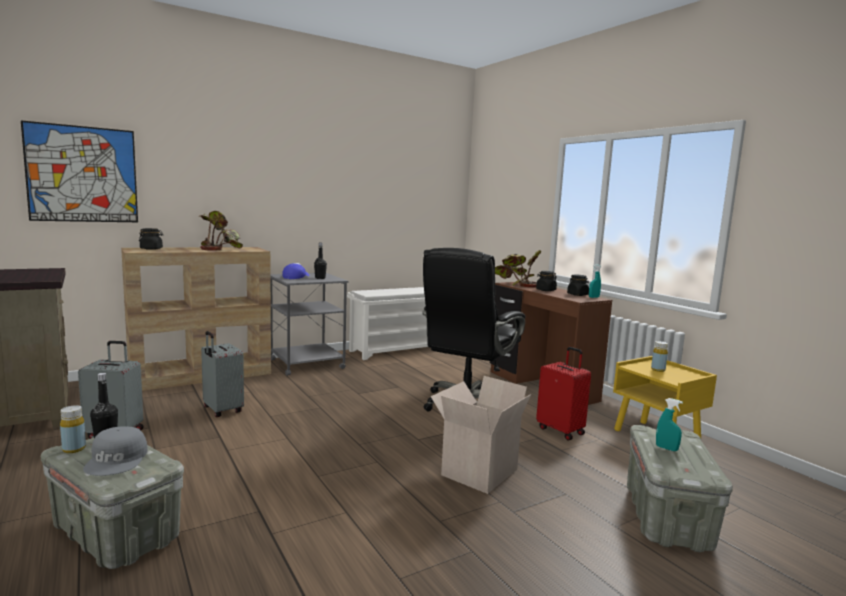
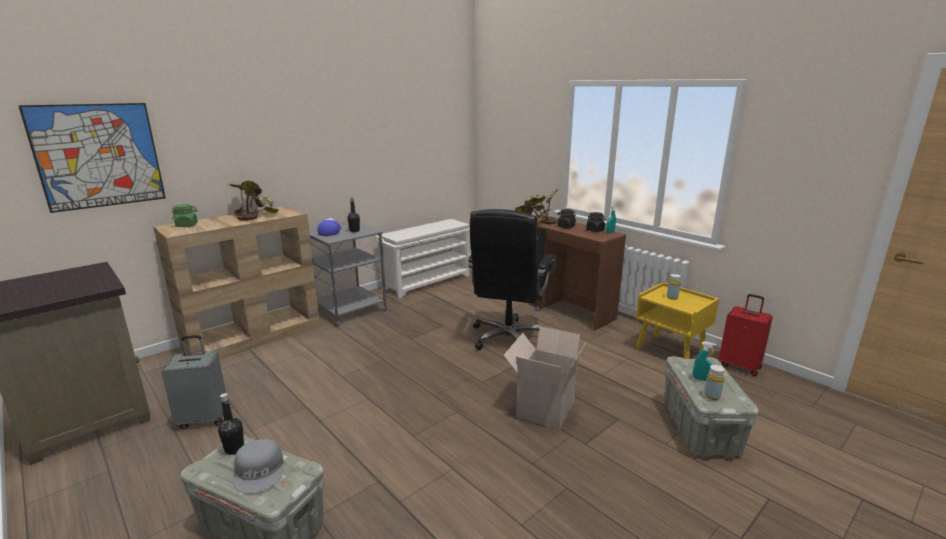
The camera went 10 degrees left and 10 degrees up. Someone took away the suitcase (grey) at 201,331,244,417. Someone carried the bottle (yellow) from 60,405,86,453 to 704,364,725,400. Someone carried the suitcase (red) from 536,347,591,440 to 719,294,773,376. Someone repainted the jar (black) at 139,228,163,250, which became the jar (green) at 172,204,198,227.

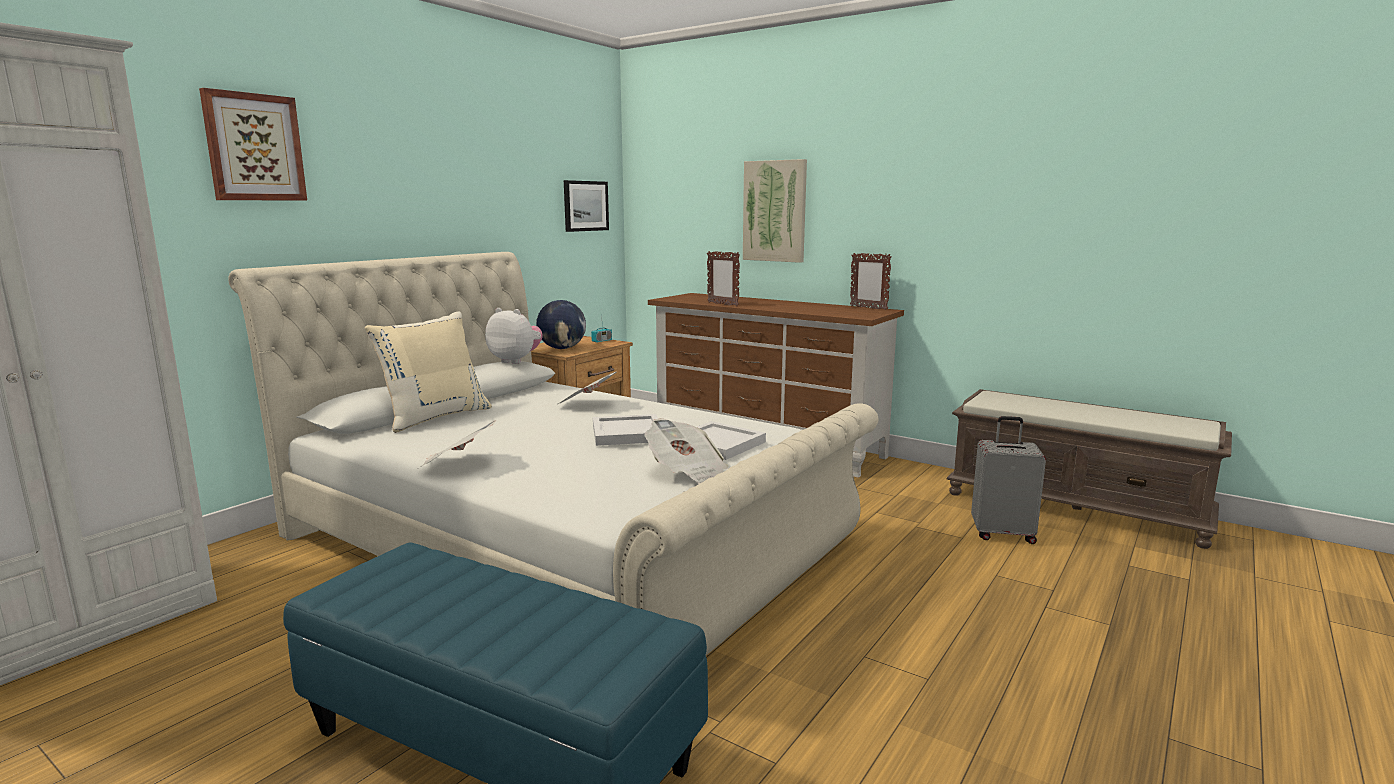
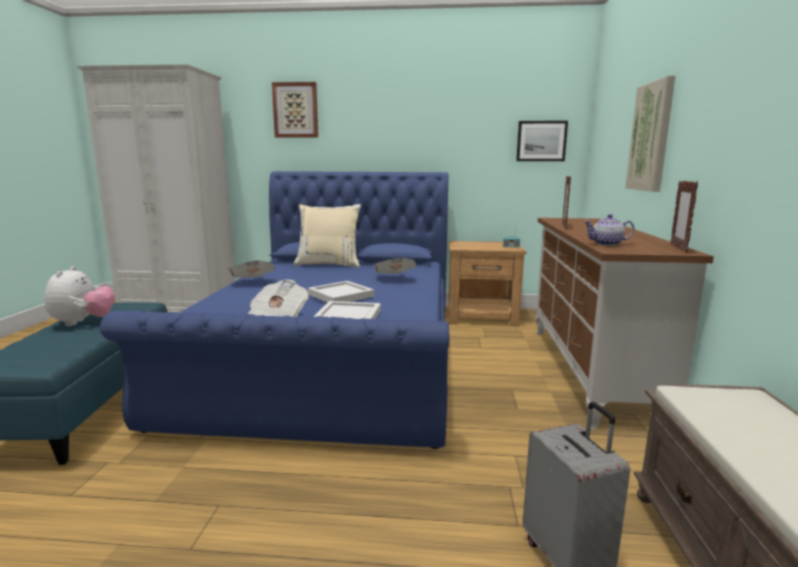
The camera went 60 degrees right and 0 degrees up. Someone took away the globe at 536,300,586,349. Someone put down the teapot at 584,214,635,246. Someone carried the plush toy from 485,308,543,364 to 44,266,115,326. Someone repainted the bed (beige) at 228,252,879,656, which became the bed (blue) at 100,171,449,449.

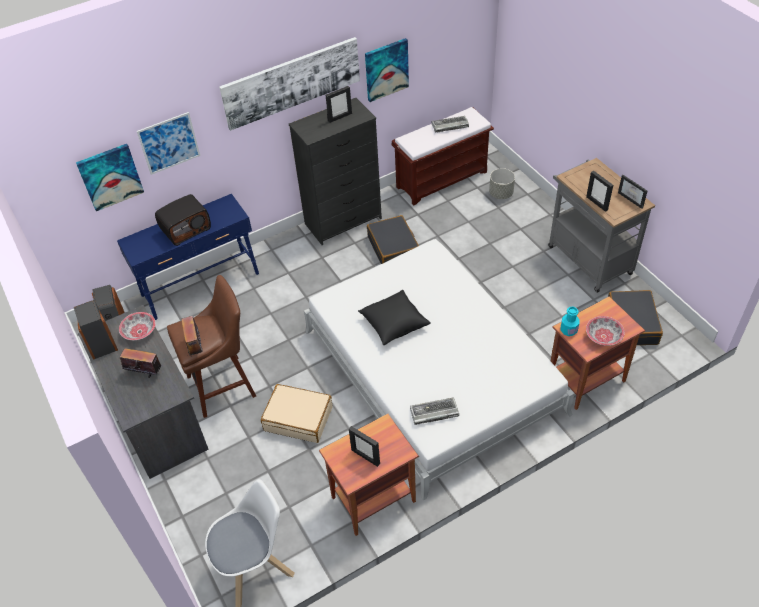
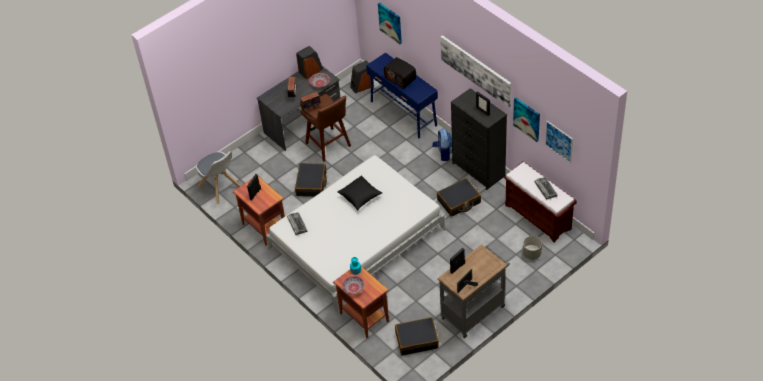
The camera went 80 degrees right and 0 degrees up. Someone put down the backpack at 432,128,452,161. Someone carried the picture from 137,112,200,175 to 545,121,573,163. Someone repainted the suitcase (beige) at 261,384,332,443, which became the suitcase (black) at 295,163,327,197.

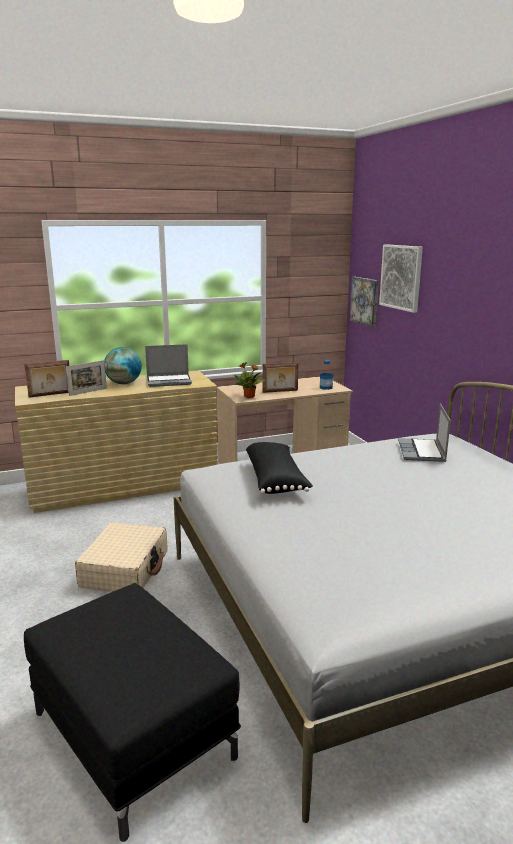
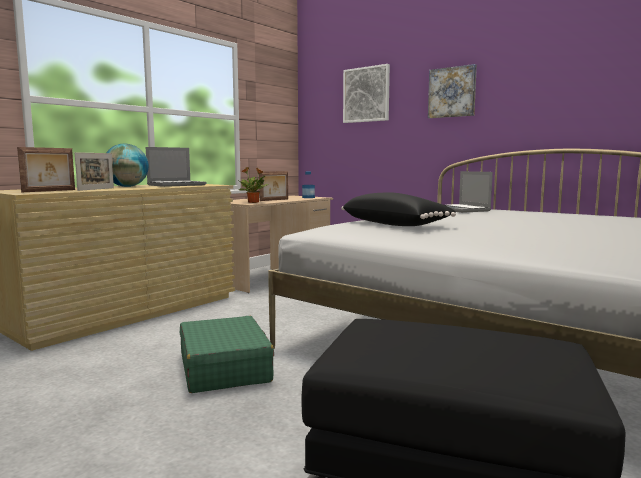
The camera went 30 degrees left and 10 degrees down. Someone carried the picture from 350,277,379,327 to 428,64,477,118. Someone repainted the suitcase (beige) at 75,522,167,592, which became the suitcase (green) at 180,316,274,393.

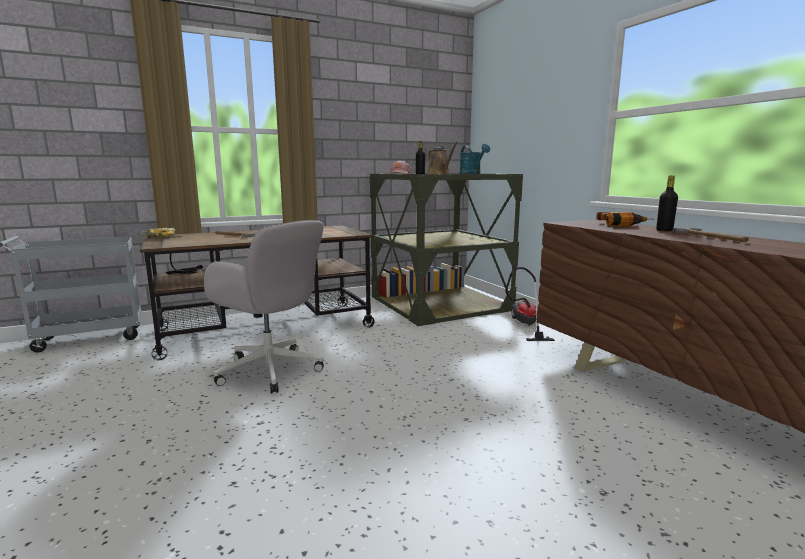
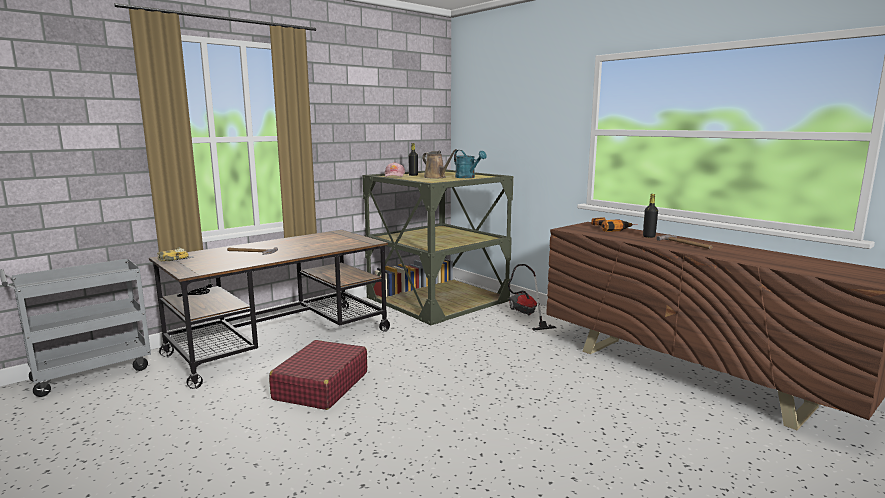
The camera went 15 degrees left and 0 degrees up. Someone swapped the office chair (grey) at 204,220,324,394 for the suitcase (red) at 269,340,367,410.

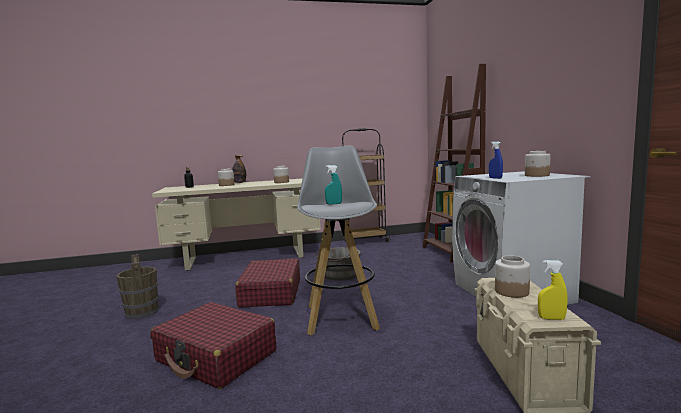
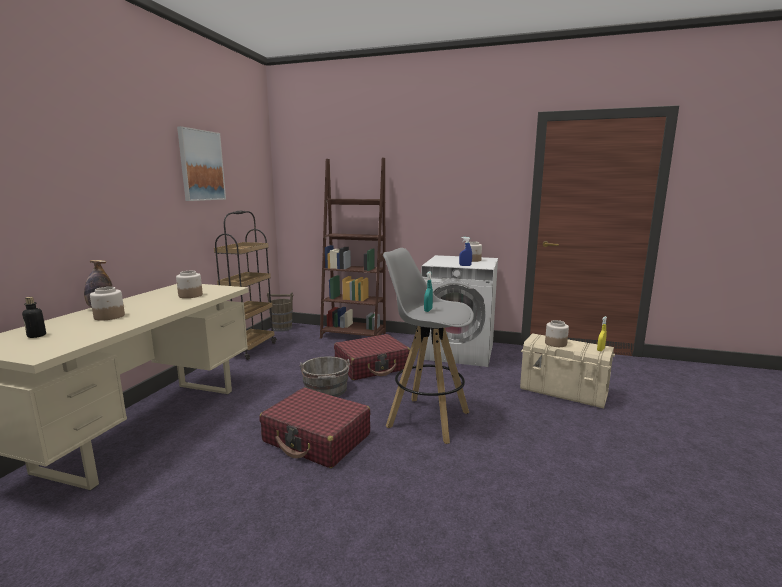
The camera went 60 degrees left and 5 degrees up. Someone put up the picture at 177,126,226,201. Someone carried the bucket (brown) from 116,254,159,319 to 267,292,293,332. Someone carried the suitcase (red) from 150,302,276,389 to 334,334,410,380.

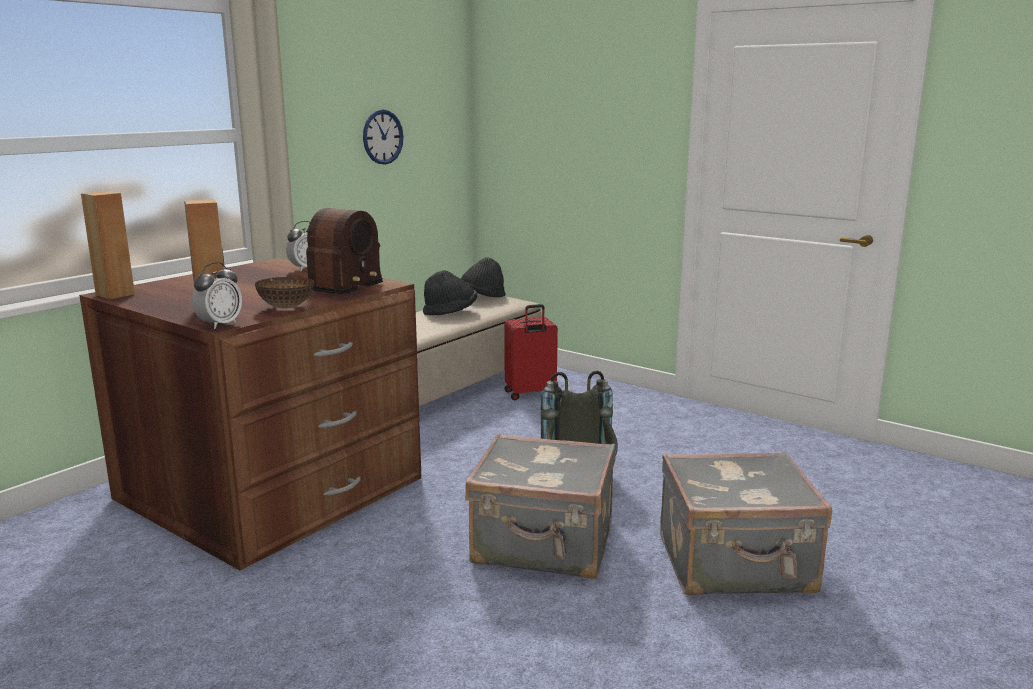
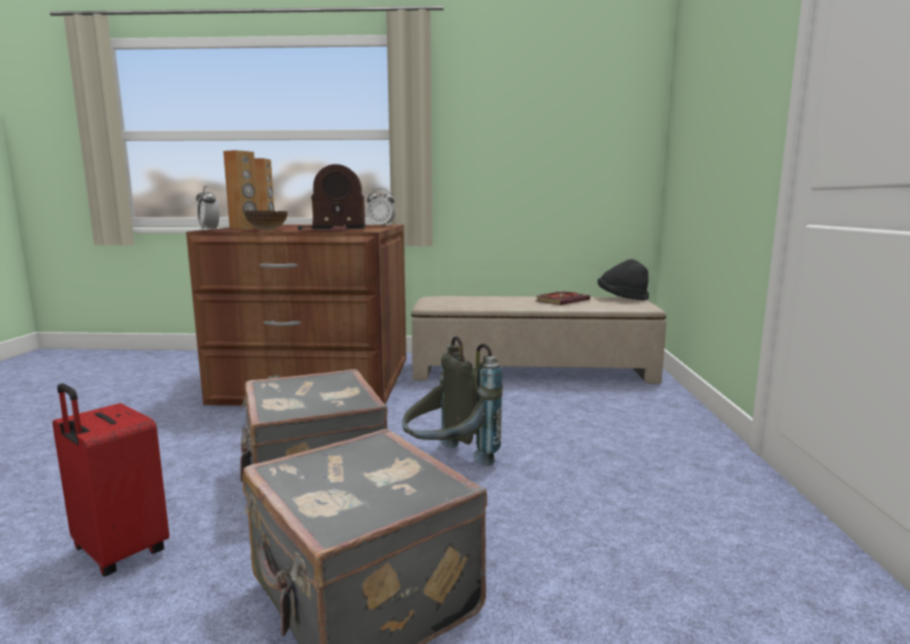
The camera went 55 degrees right and 5 degrees down. Someone took away the wall clock at 363,109,403,165. Someone carried the suitcase (red) from 504,304,558,400 to 52,383,169,577. Someone swapped the hat (black) at 423,270,477,316 for the book at 535,291,590,305. Someone rotated the alarm clock at 192,262,242,329 by 60 degrees clockwise.

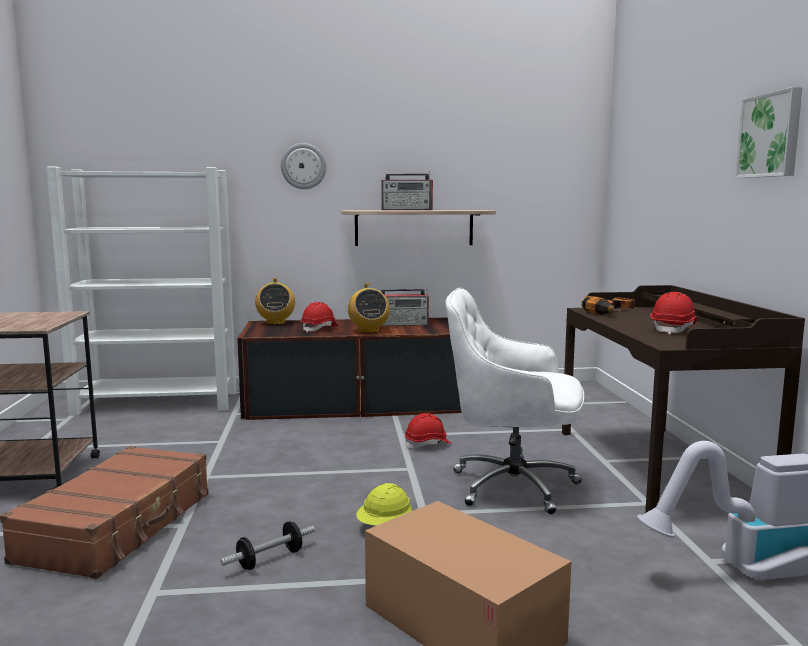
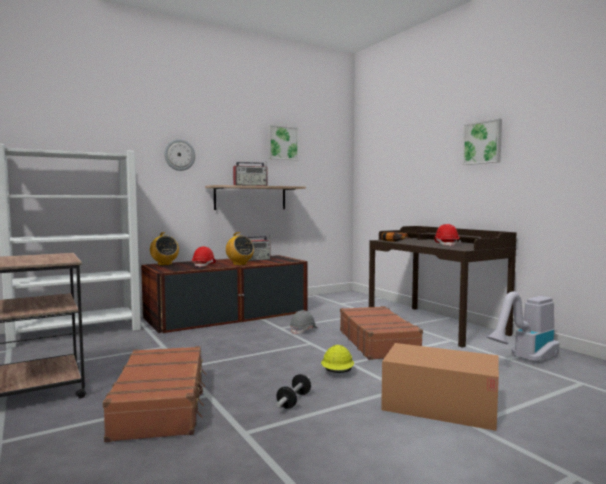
The camera went 25 degrees left and 5 degrees down. Someone put up the picture at 268,125,299,160. Someone swapped the office chair (white) at 445,288,584,514 for the suitcase (brown) at 340,306,423,360. Someone repainted the hard hat (red) at 405,413,452,449, which became the hard hat (grey) at 290,310,317,334.

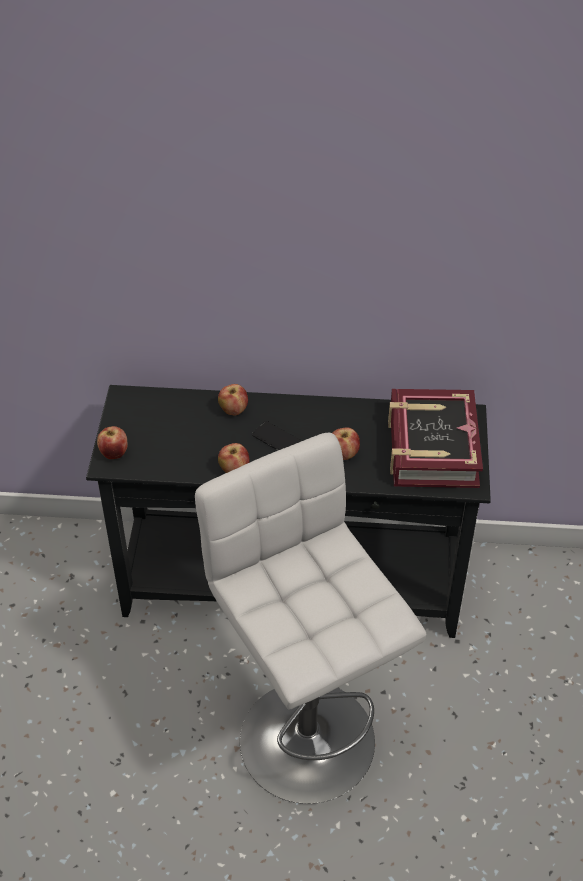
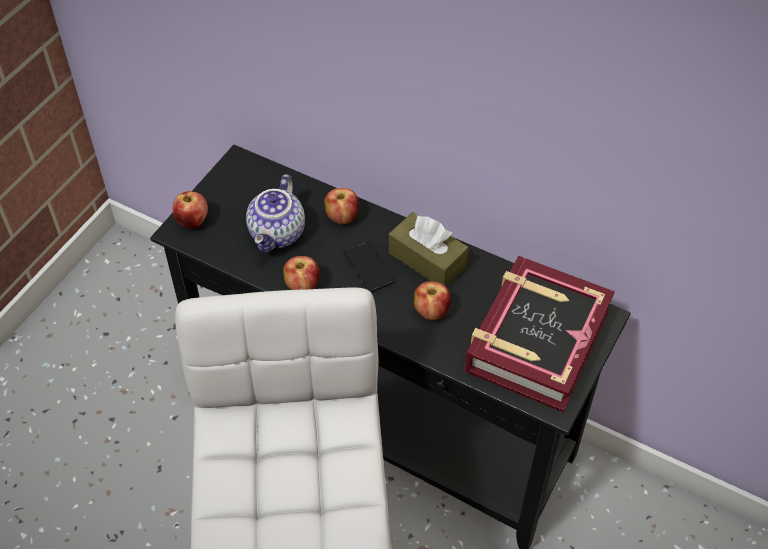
The camera went 25 degrees right and 5 degrees up. Someone put down the teapot at 246,174,305,252. Someone put down the tissue box (brown) at 389,212,469,287.

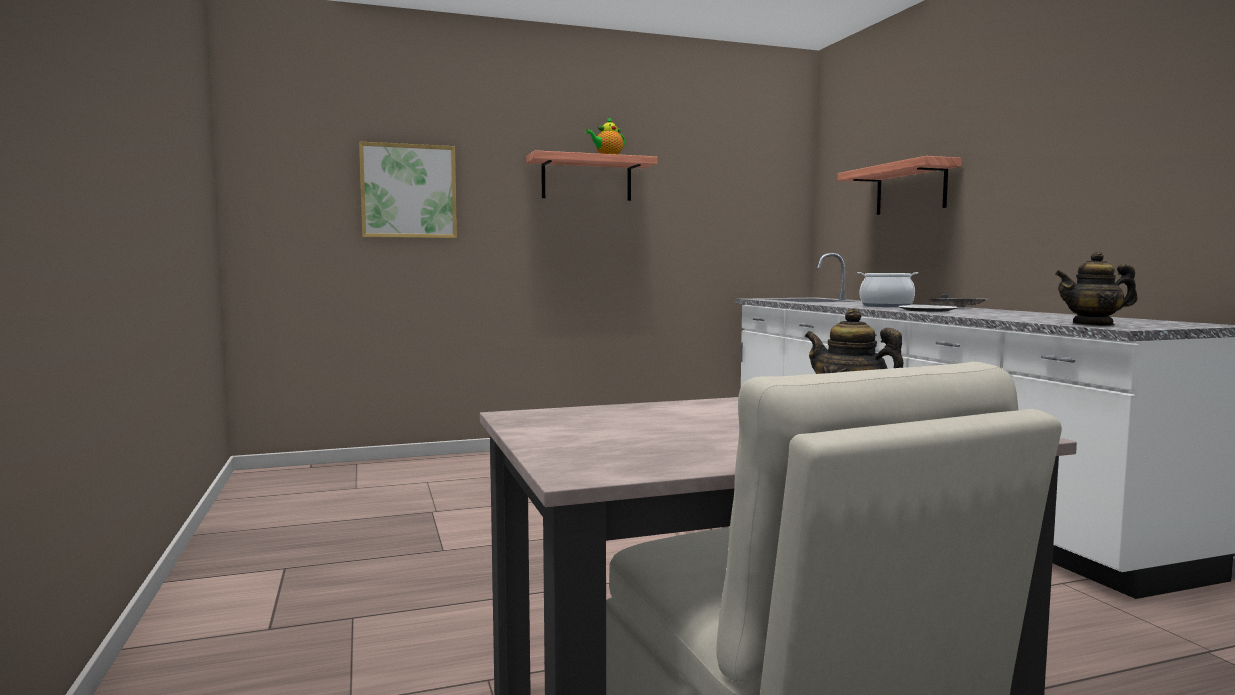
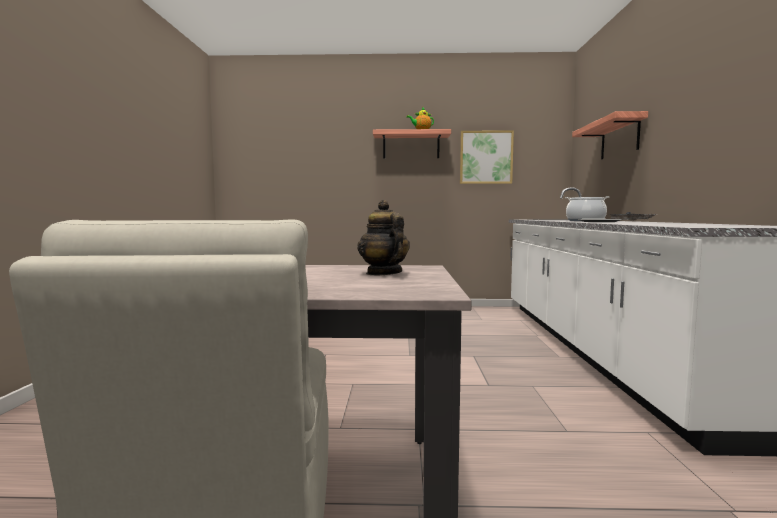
The camera went 20 degrees right and 0 degrees up. Someone took away the teapot at 1055,251,1138,326. Someone carried the picture from 359,141,457,238 to 460,130,514,184.

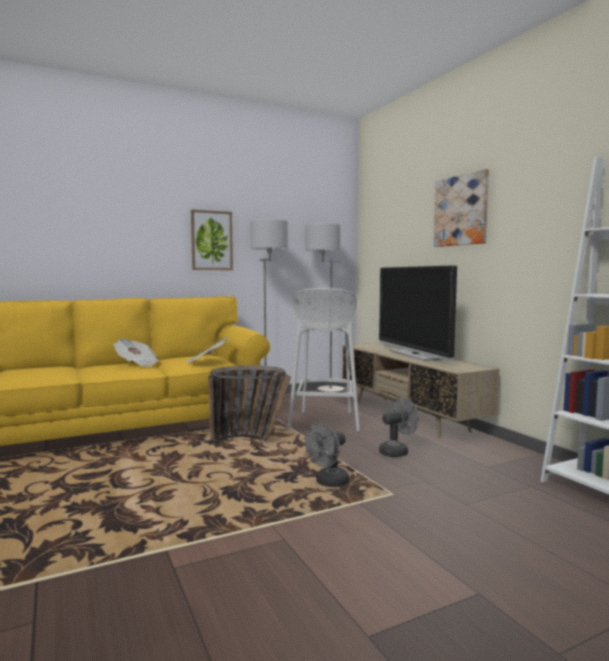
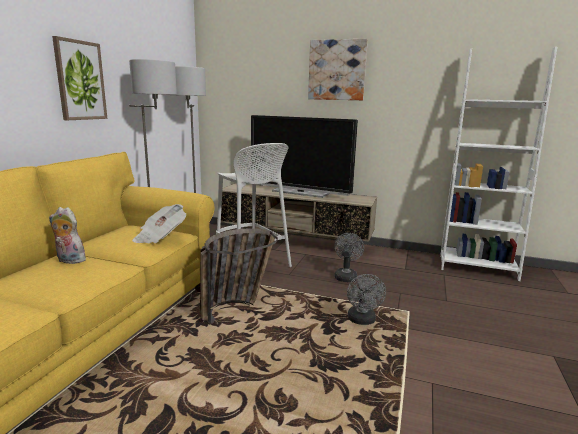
The camera went 45 degrees left and 10 degrees up. Someone swapped the newspaper at 113,339,160,367 for the plush toy at 49,207,86,264.

